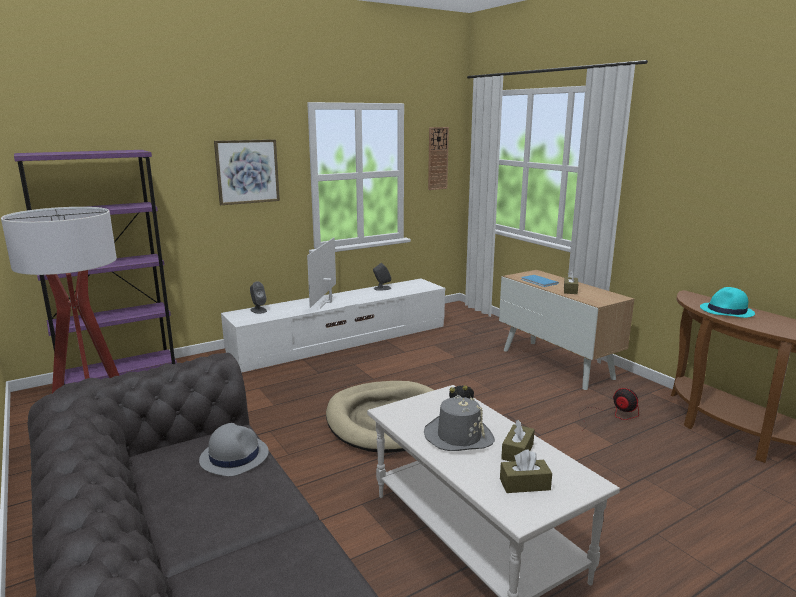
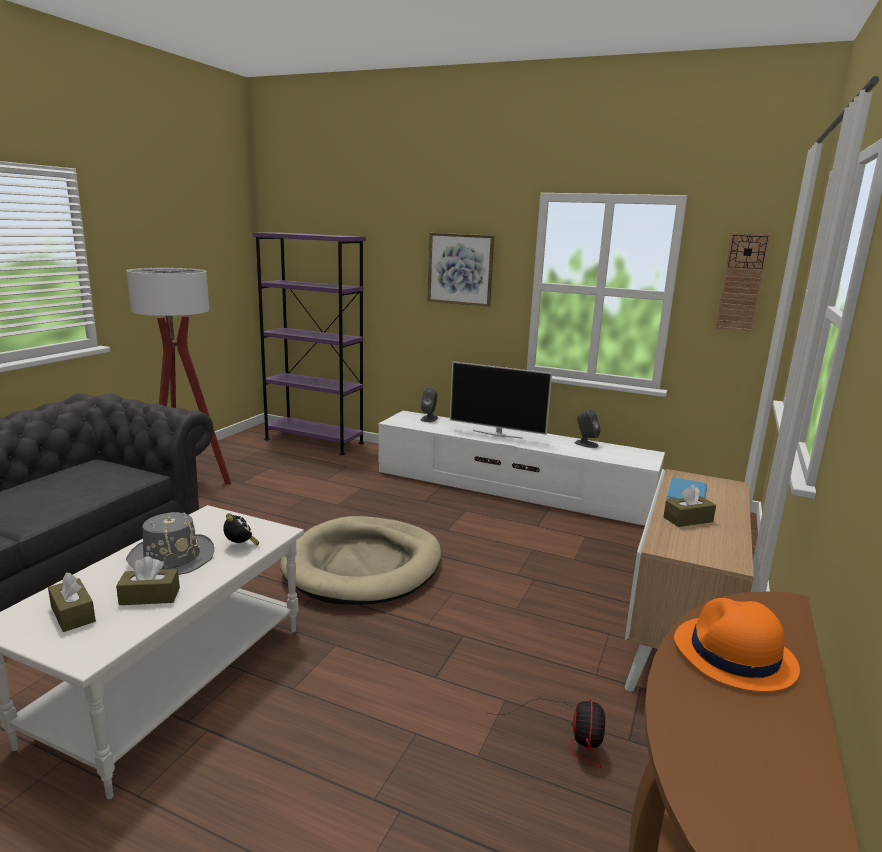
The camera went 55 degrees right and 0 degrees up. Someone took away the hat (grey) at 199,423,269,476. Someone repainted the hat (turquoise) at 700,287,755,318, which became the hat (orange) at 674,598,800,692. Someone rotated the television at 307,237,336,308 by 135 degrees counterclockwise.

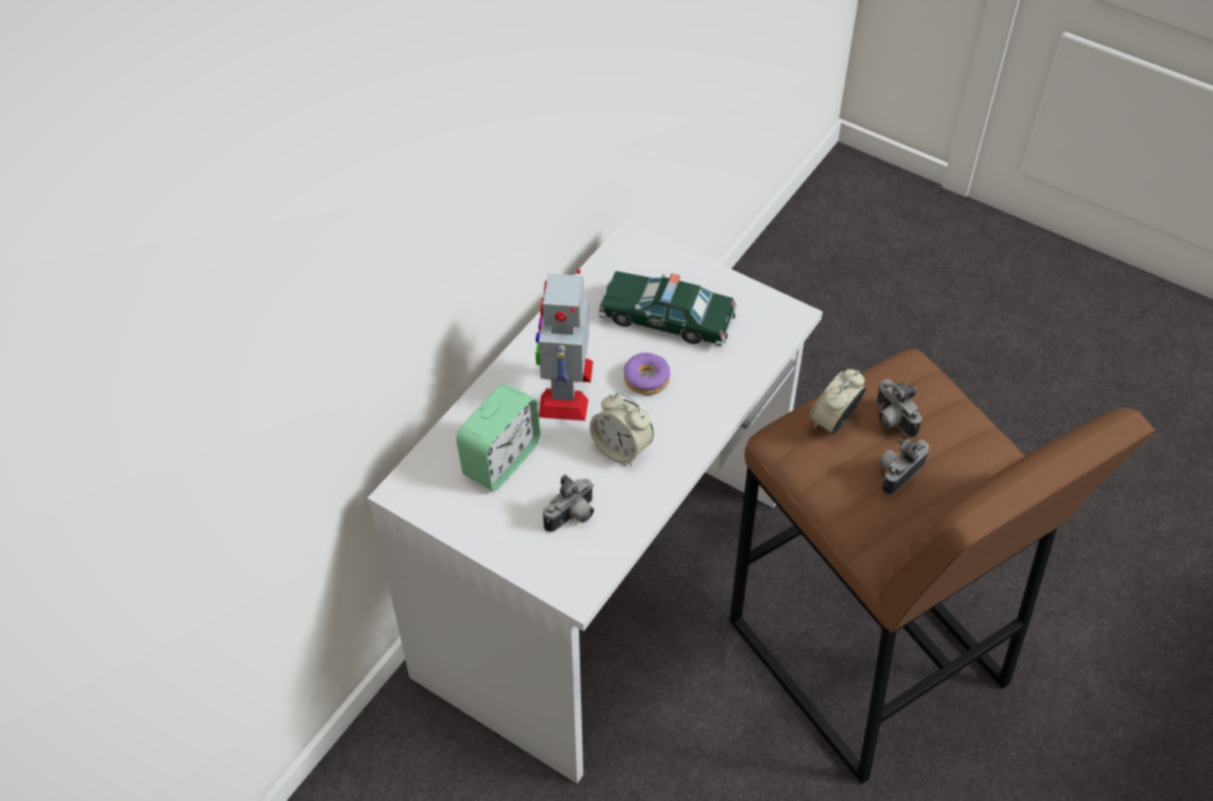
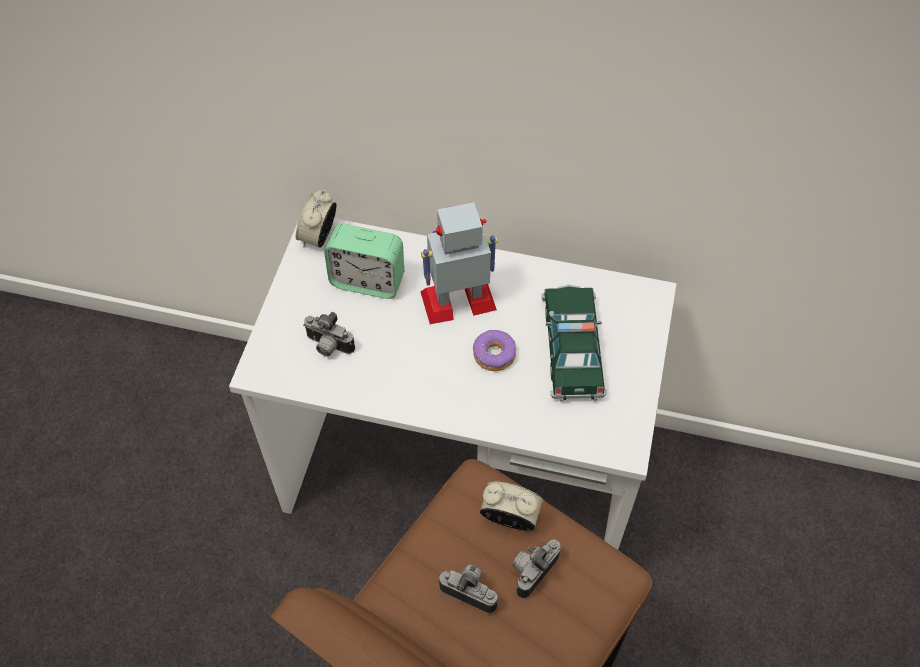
The camera went 70 degrees right and 5 degrees up. Someone carried the alarm clock from 590,393,654,466 to 296,190,337,248.

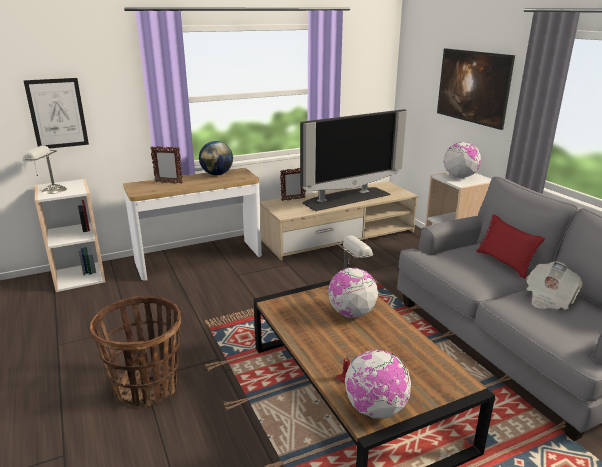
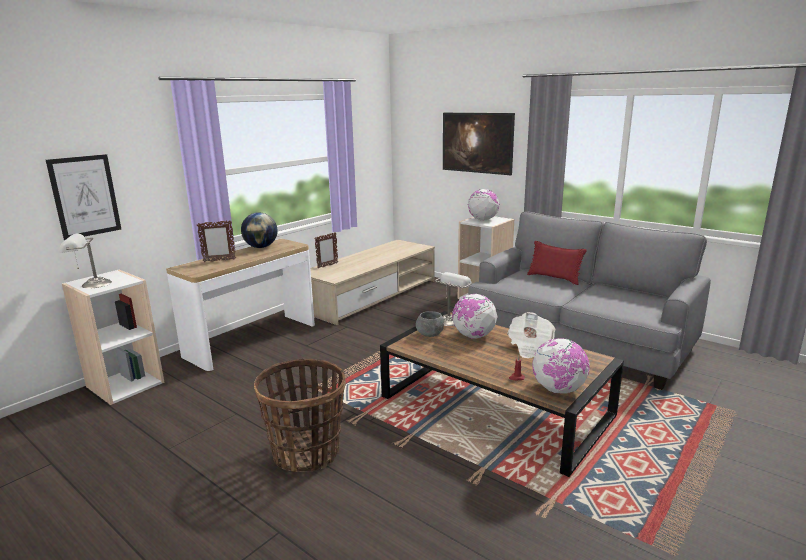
The camera went 25 degrees left and 5 degrees down. Someone took away the television at 300,109,407,211. Someone put down the bowl (grey) at 416,311,444,337. Someone carried the newspaper from 526,261,583,310 to 507,312,555,358.

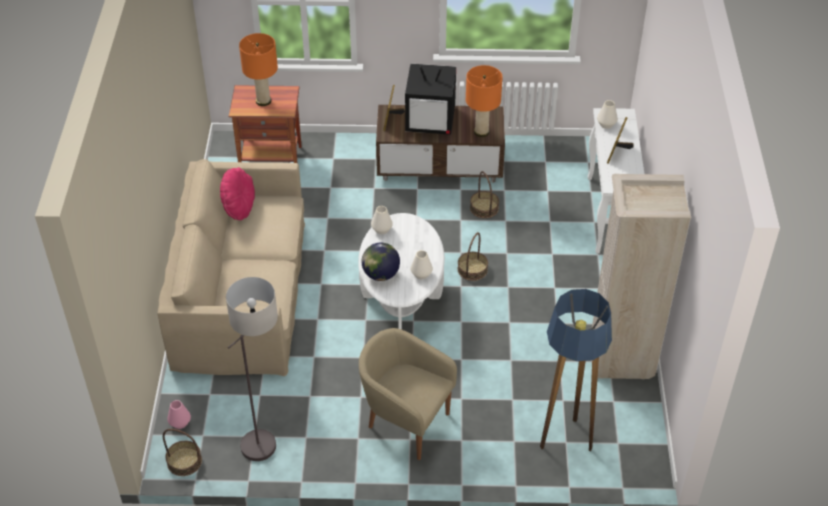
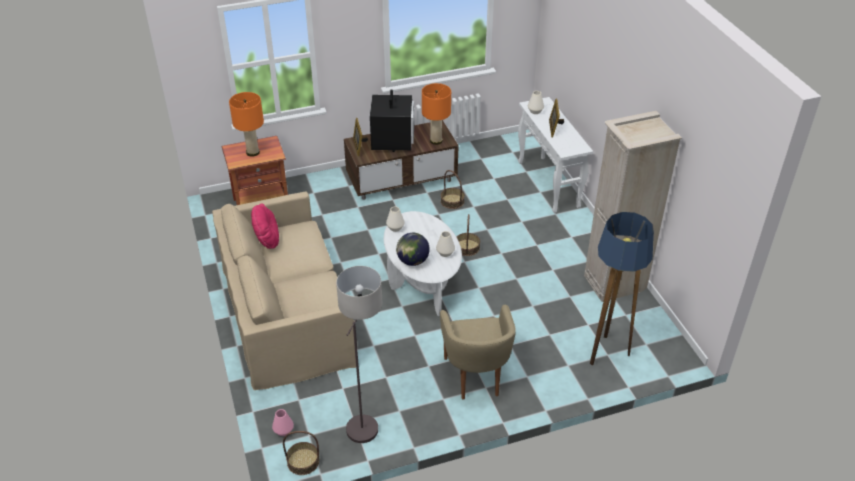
The camera went 20 degrees left and 5 degrees down. Someone rotated the armchair (beige) at 359,328,457,460 by 105 degrees counterclockwise. Someone rotated the television at 405,64,456,135 by 75 degrees counterclockwise.

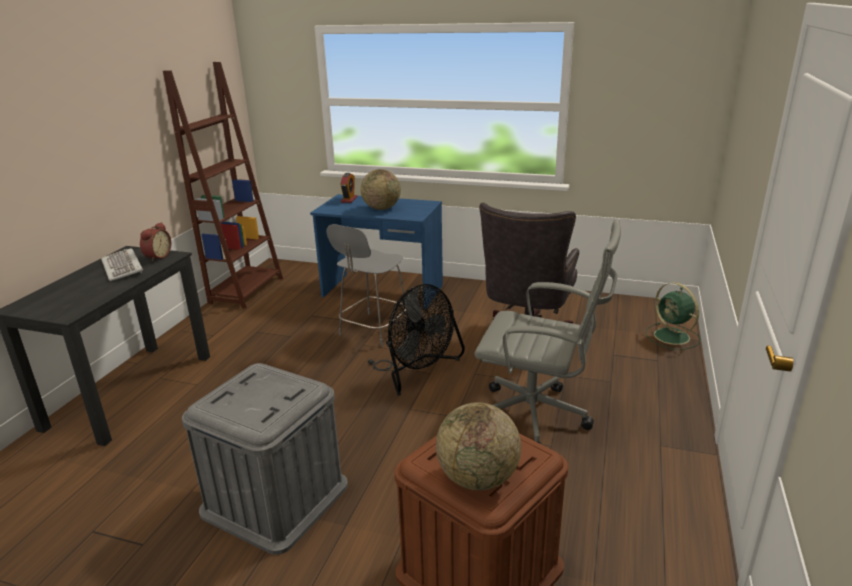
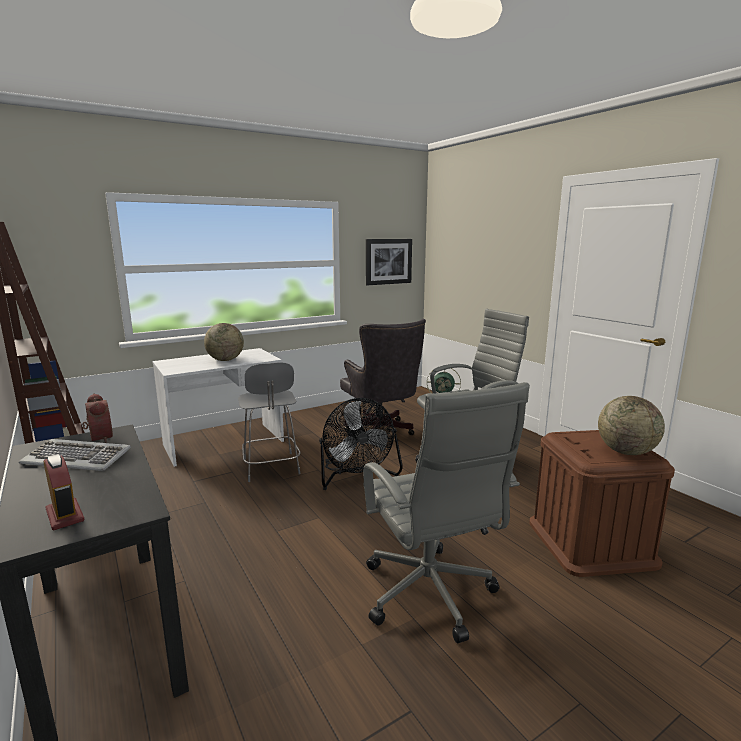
The camera went 50 degrees left and 10 degrees down. Someone put up the picture at 366,239,412,285. Someone carried the alarm clock from 341,173,358,203 to 44,454,85,530. Someone swapped the storage box (grey) at 182,363,348,555 for the office chair (grey) at 363,382,530,643. Someone repainted the desk (blue) at 310,194,443,310, which became the desk (white) at 152,348,284,467. Someone rotated the fan (black) at 368,284,465,396 by 75 degrees clockwise.

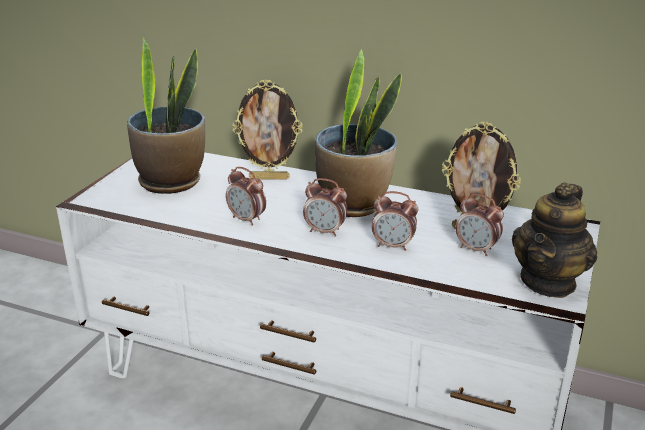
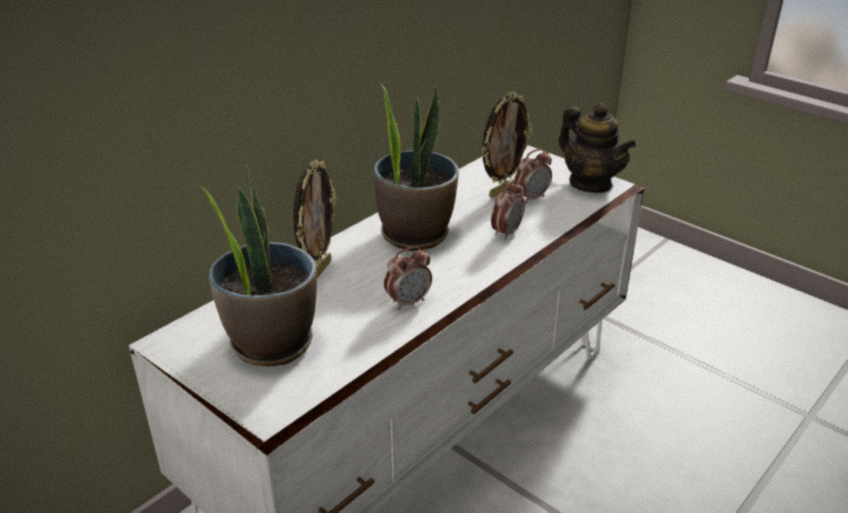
The camera went 70 degrees left and 5 degrees up. Someone took away the alarm clock at 303,178,347,237.

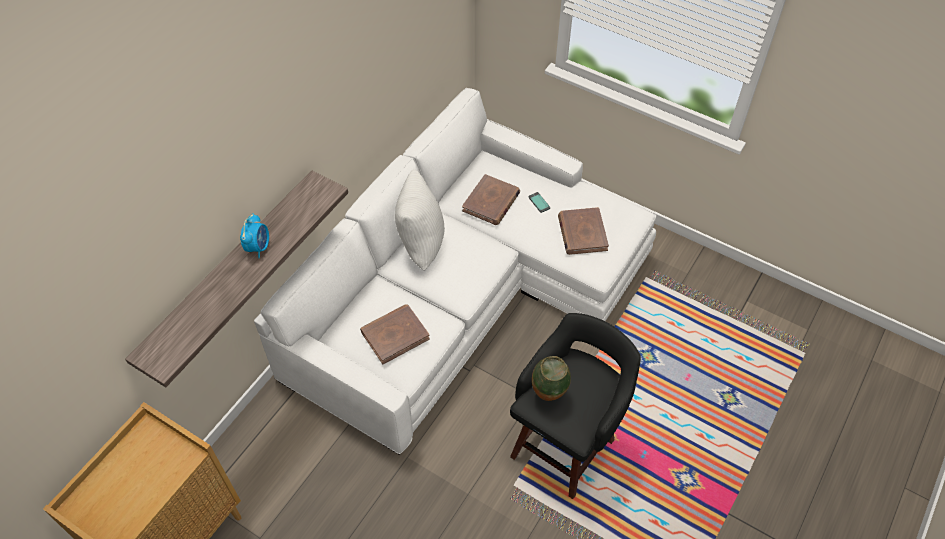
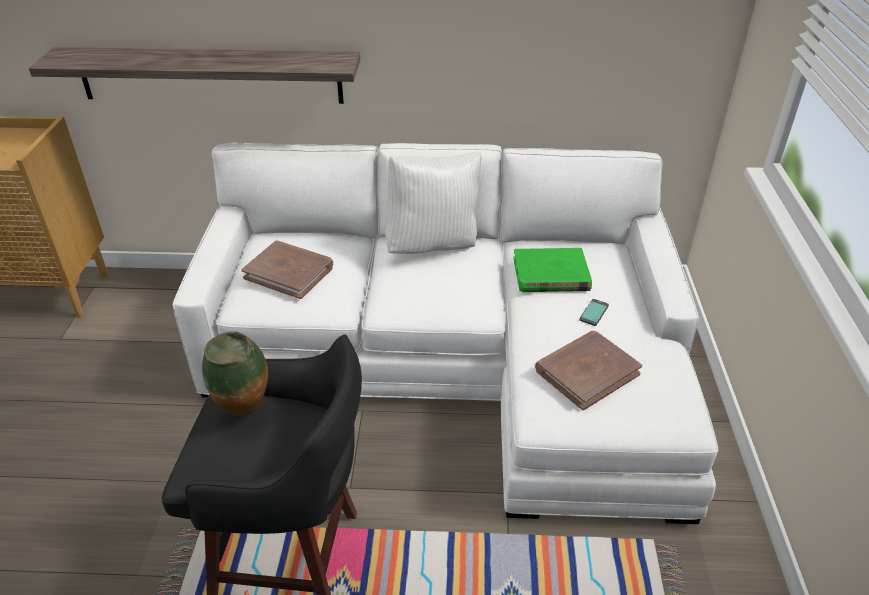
The camera went 60 degrees right and 15 degrees down. Someone took away the alarm clock at 240,213,269,258. Someone repainted the book (brown) at 462,174,520,225, which became the book (green) at 513,248,592,292.

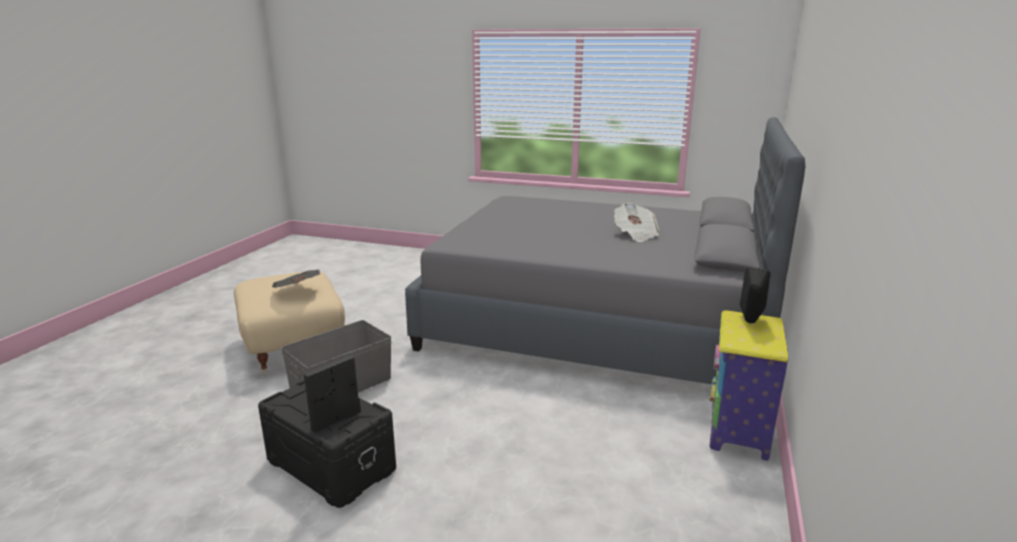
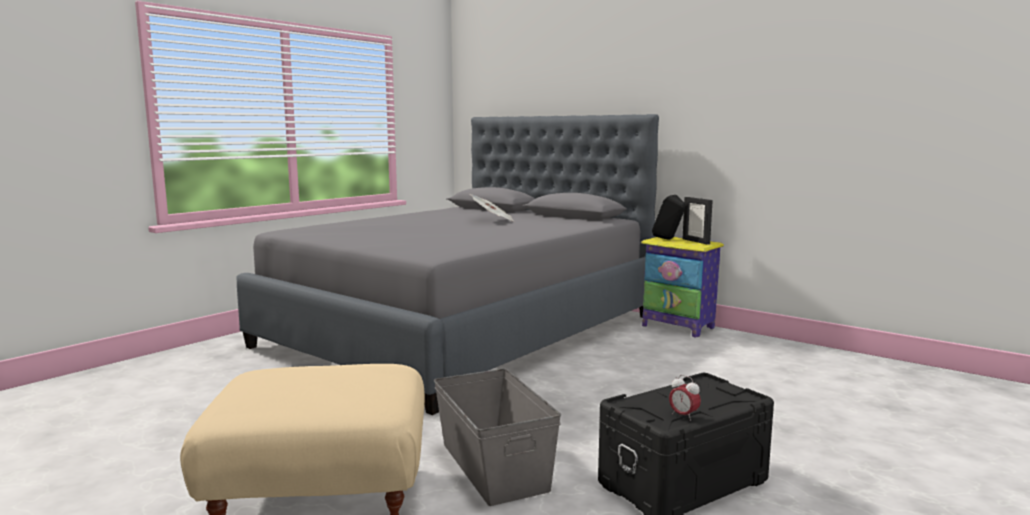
The camera went 70 degrees left and 10 degrees down. Someone took away the newspaper at 272,270,320,288. Someone put down the alarm clock at 669,375,701,421. Someone carried the picture frame from 304,355,361,433 to 683,197,713,244.

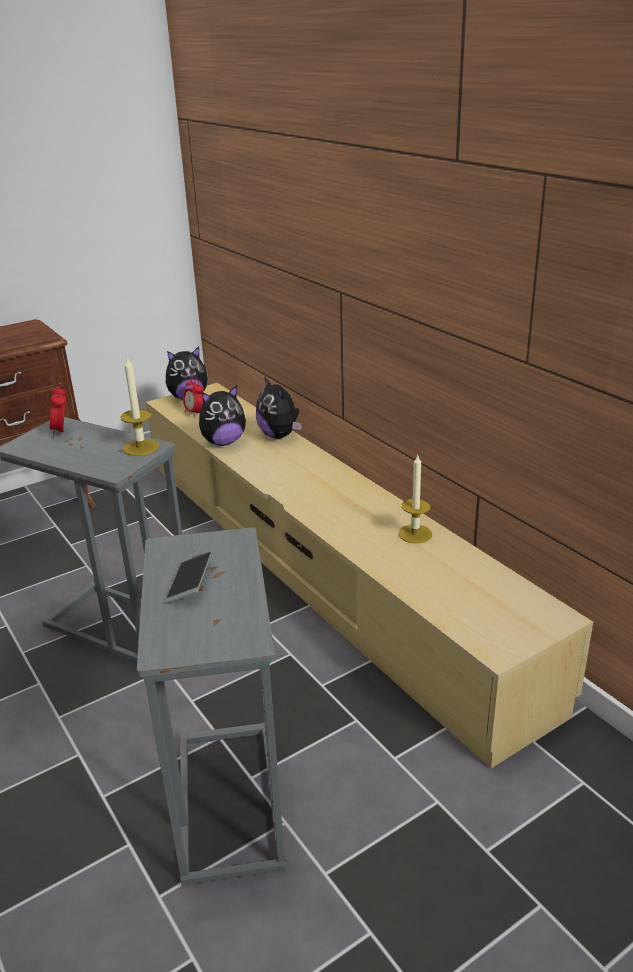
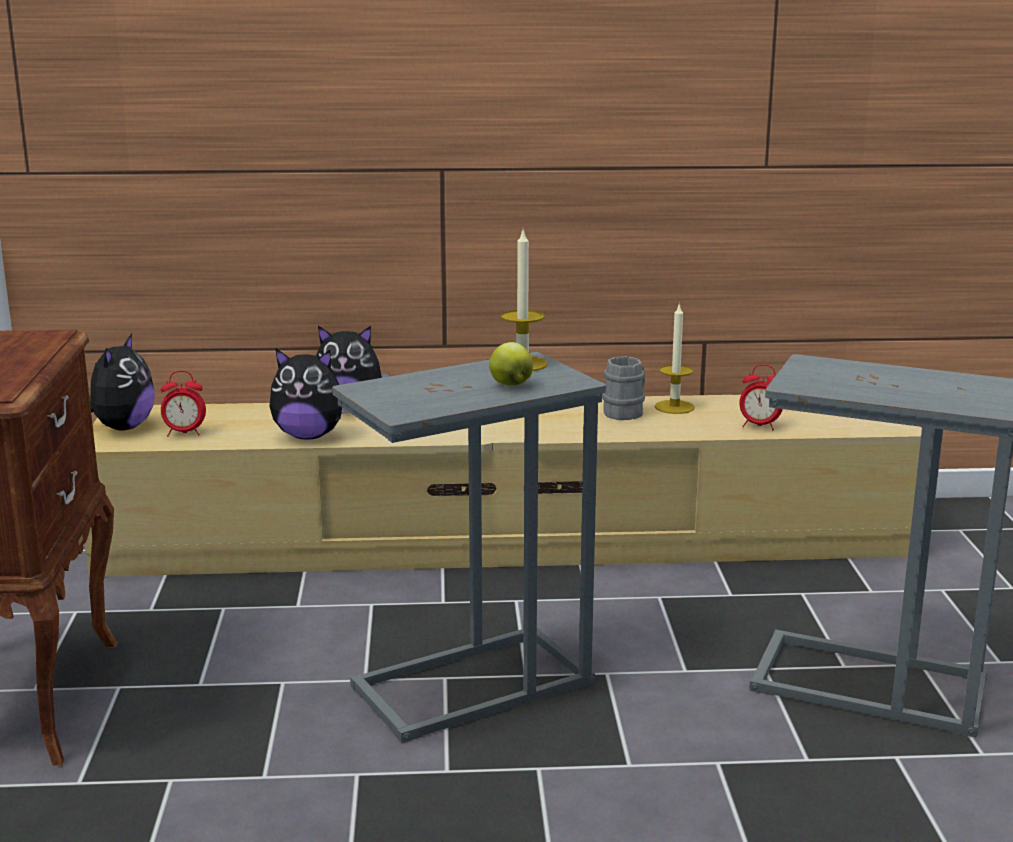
The camera went 60 degrees left and 10 degrees down. Someone took away the phone at 165,549,213,604. Someone put down the apple at 489,342,533,386. Someone put down the mug (grey) at 602,356,645,420. Someone carried the alarm clock from 50,382,67,437 to 739,365,783,430. Someone rotated the plush toy at 199,385,246,446 by 90 degrees clockwise.

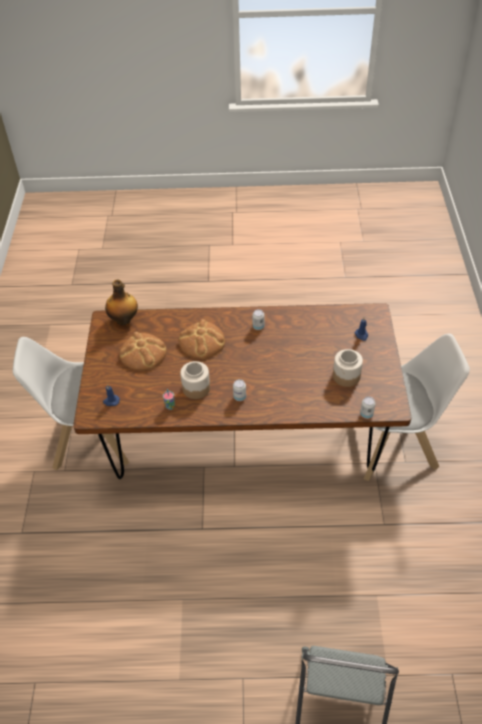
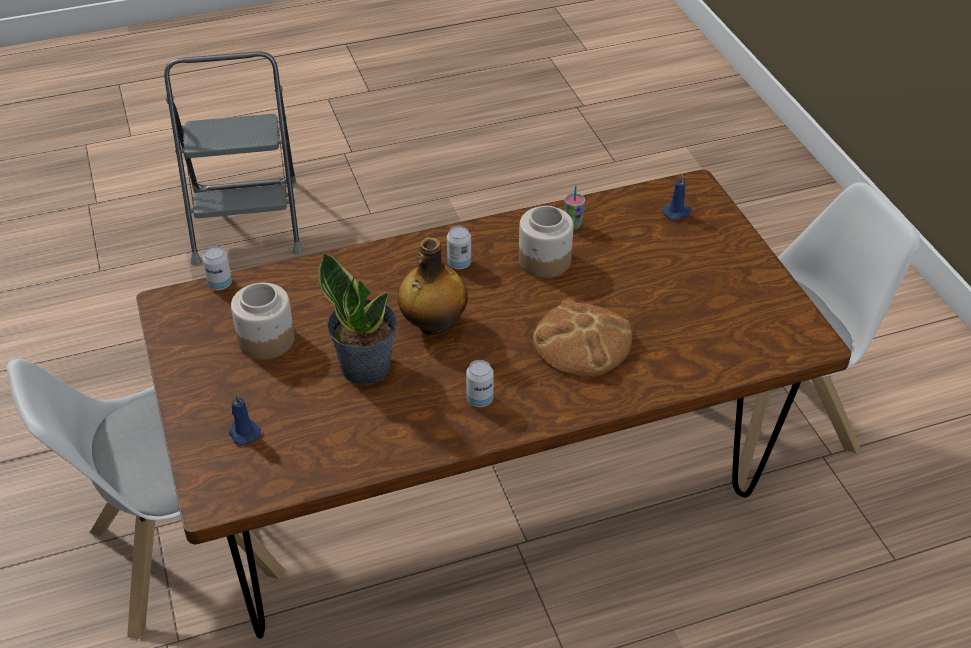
The camera went 160 degrees right and 5 degrees down. Someone took away the bread at 119,332,167,370. Someone put down the potted plant at 318,252,397,385. Someone carried the bottle from 105,280,138,325 to 398,237,468,335.

